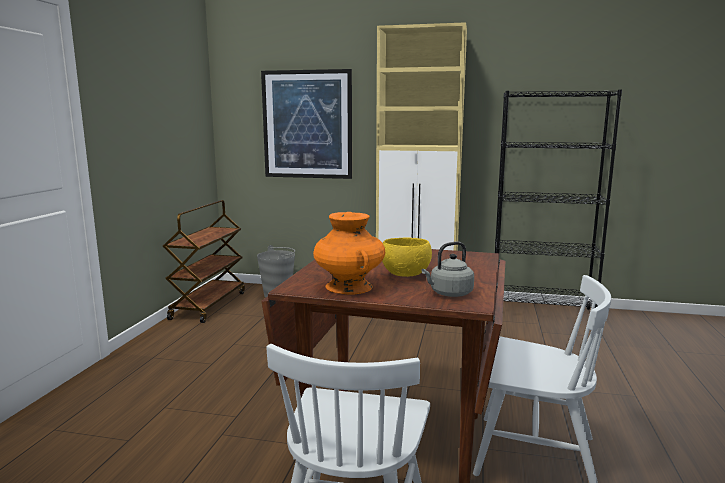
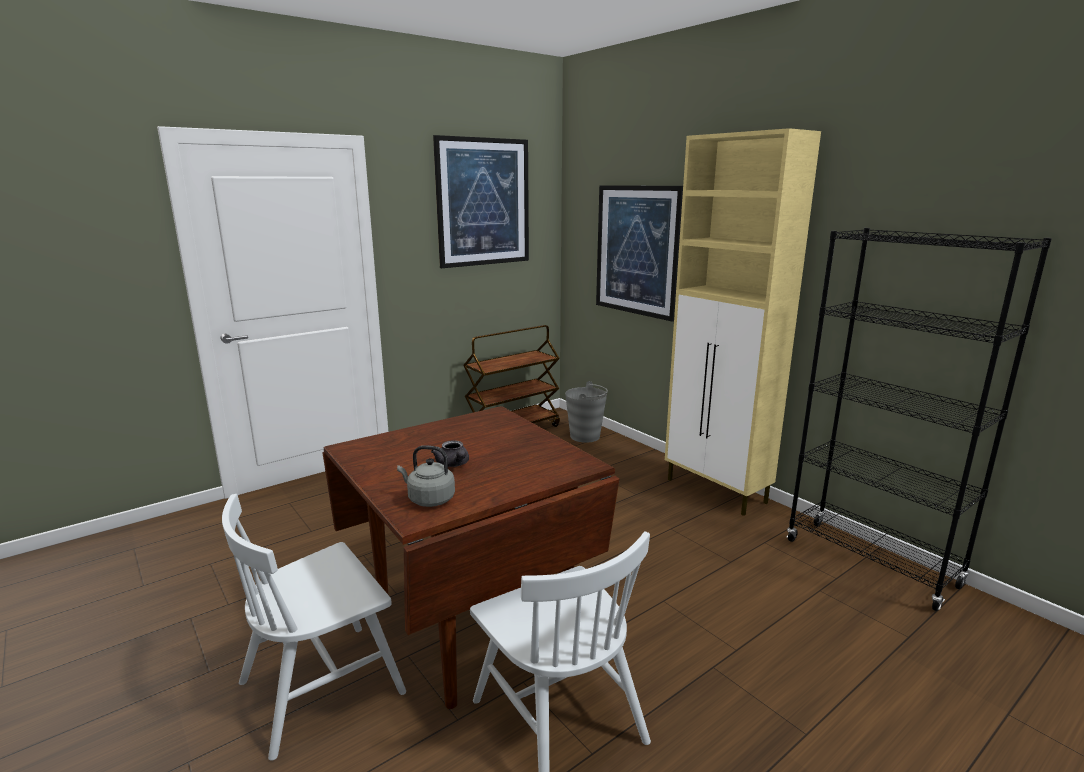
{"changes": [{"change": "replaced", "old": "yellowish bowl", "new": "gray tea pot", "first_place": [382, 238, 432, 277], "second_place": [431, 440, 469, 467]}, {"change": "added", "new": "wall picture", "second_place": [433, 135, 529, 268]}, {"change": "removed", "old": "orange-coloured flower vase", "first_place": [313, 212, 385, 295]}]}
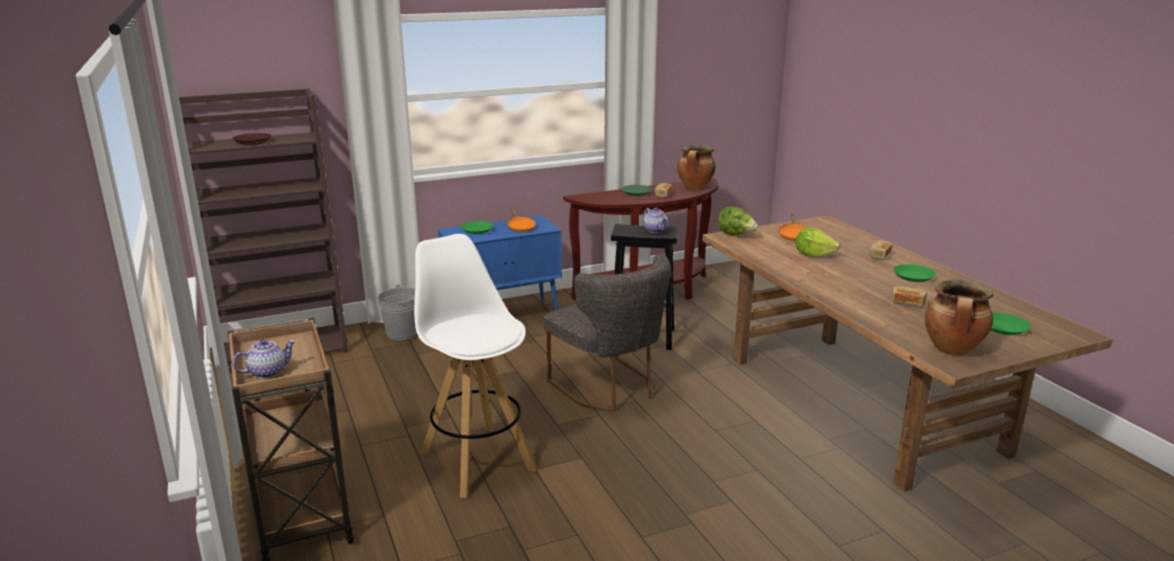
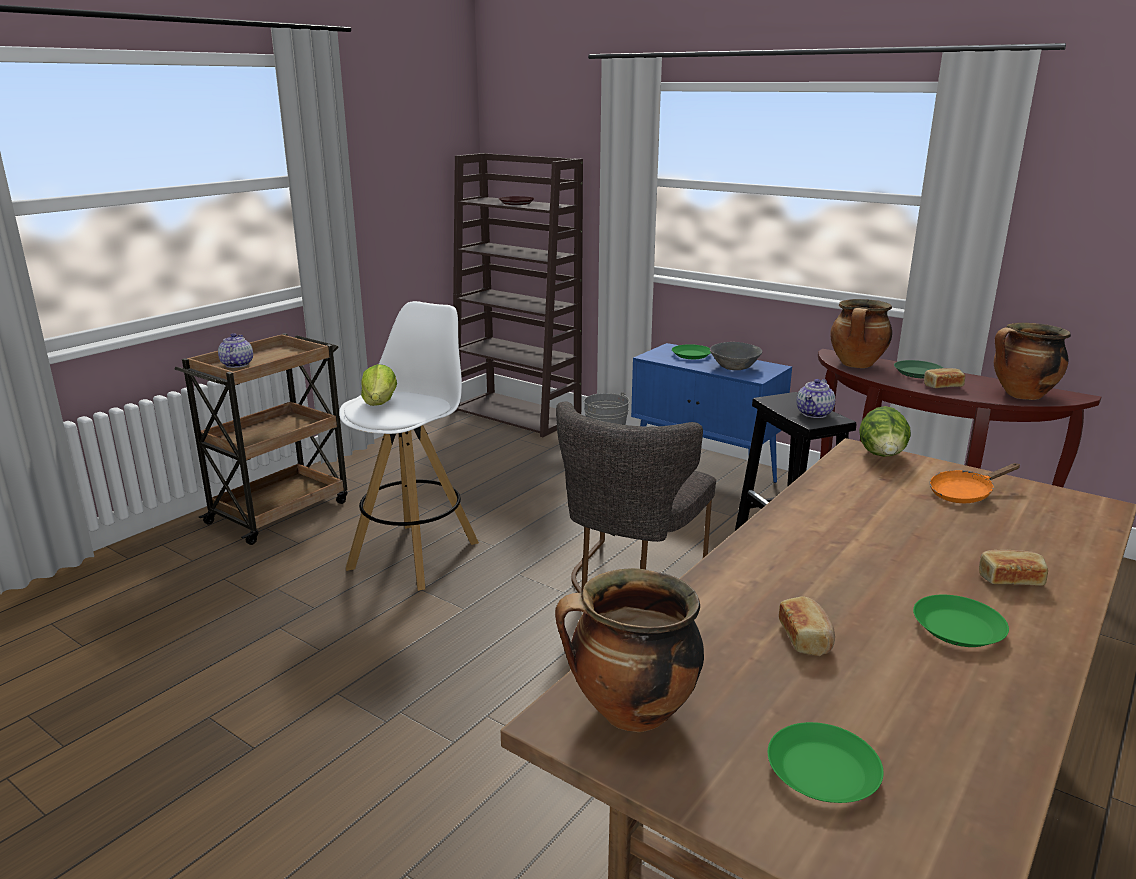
{"changes": [{"change": "turned", "old": "tea pot", "first_place": [232, 339, 296, 379], "second_place": [218, 333, 253, 368], "degrees": -120}, {"change": "moved", "old": "lettuce head", "first_place": [795, 228, 840, 258], "second_place": [361, 364, 397, 406]}, {"change": "replaced", "old": "orange-coloured skillet", "new": "gray bowl", "first_place": [507, 208, 536, 232], "second_place": [710, 342, 762, 370]}, {"change": "added", "new": "cooking pot", "second_place": [830, 299, 892, 368]}]}
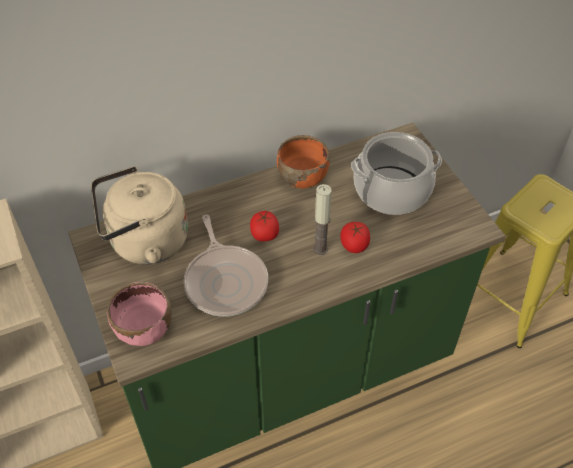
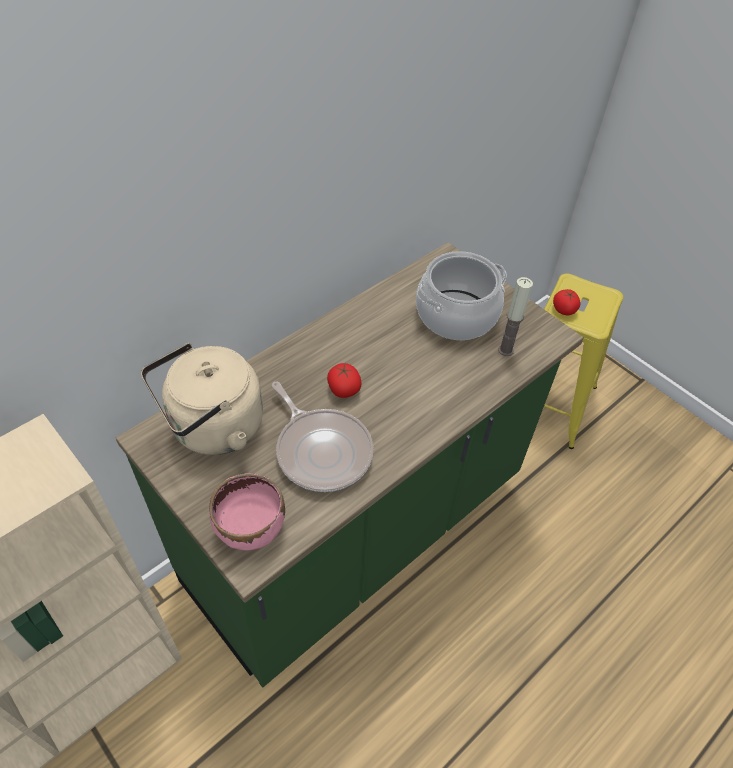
{"changes": [{"change": "moved", "old": "wax candle", "first_place": [313, 184, 332, 255], "second_place": [498, 277, 533, 356]}, {"change": "moved", "old": "tomato", "first_place": [340, 222, 370, 253], "second_place": [553, 289, 580, 315]}, {"change": "removed", "old": "orange-coloured bowl", "first_place": [277, 135, 330, 189]}]}
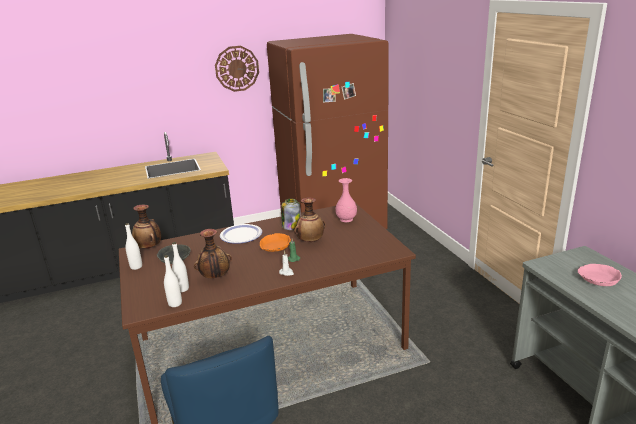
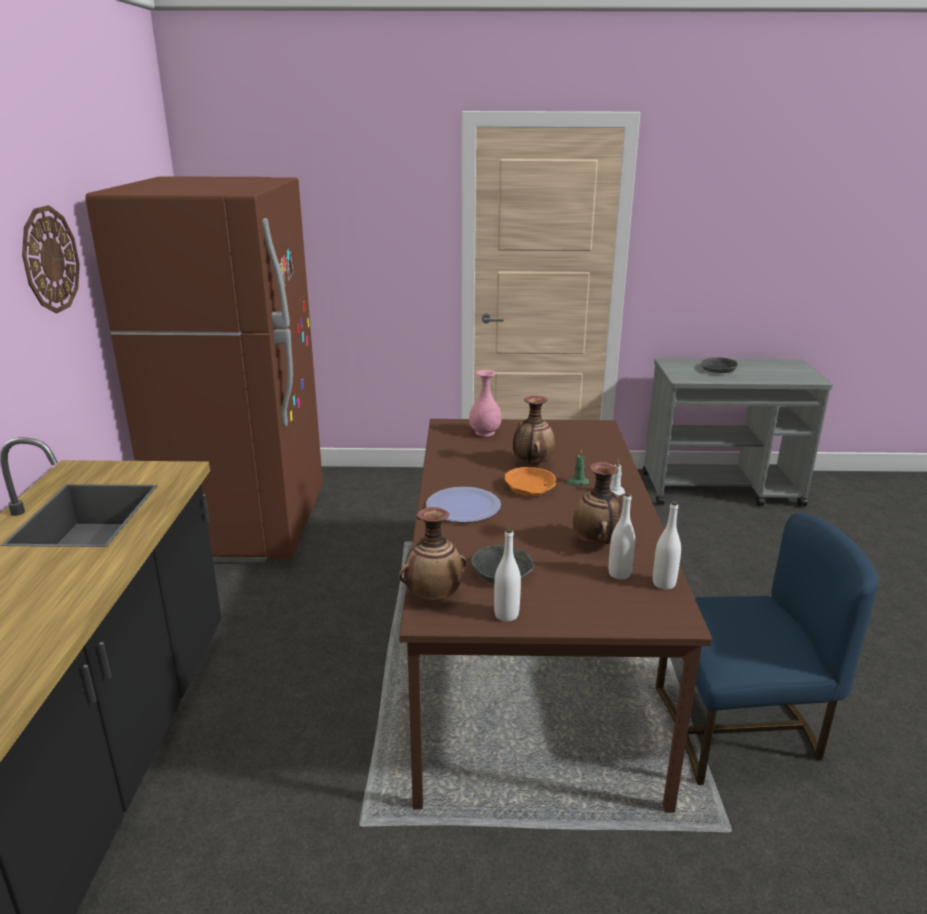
{"changes": [{"change": "recoloured", "old": "pink bowl", "new": "gray bowl", "first_place": [578, 264, 622, 286], "second_place": [701, 357, 738, 373]}, {"change": "removed", "old": "storage jar", "first_place": [281, 198, 301, 230]}]}
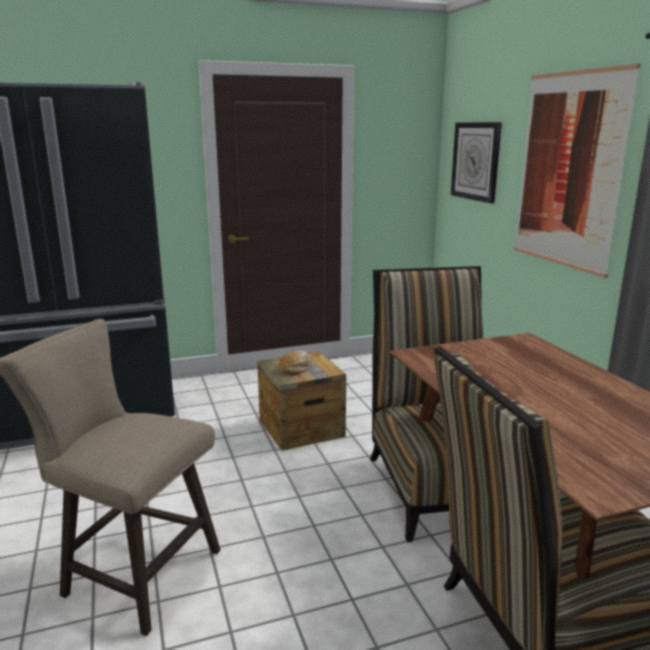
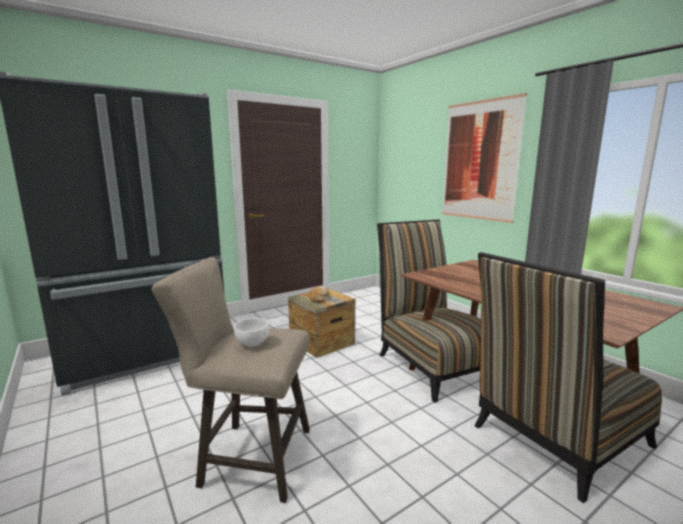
{"changes": [{"change": "added", "new": "white bowl", "second_place": [234, 318, 269, 347]}, {"change": "removed", "old": "clock on the wall", "first_place": [451, 122, 502, 204]}]}
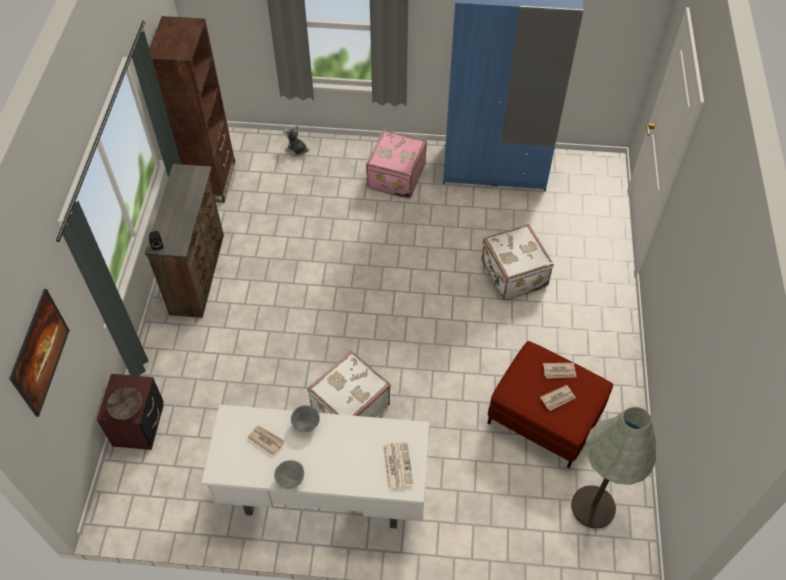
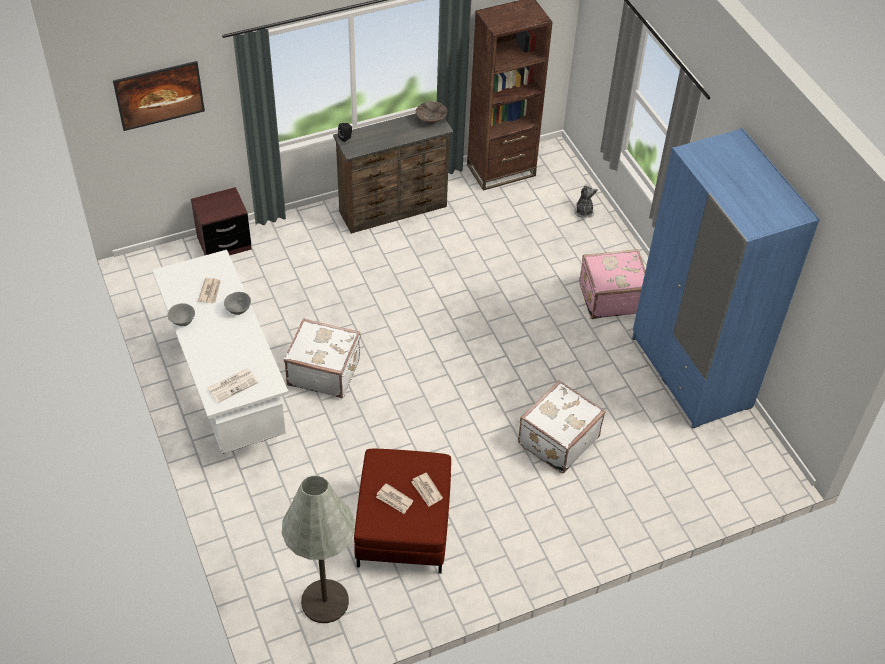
{"changes": [{"change": "moved", "old": "brown bowl", "first_place": [107, 388, 142, 420], "second_place": [416, 101, 448, 124]}]}
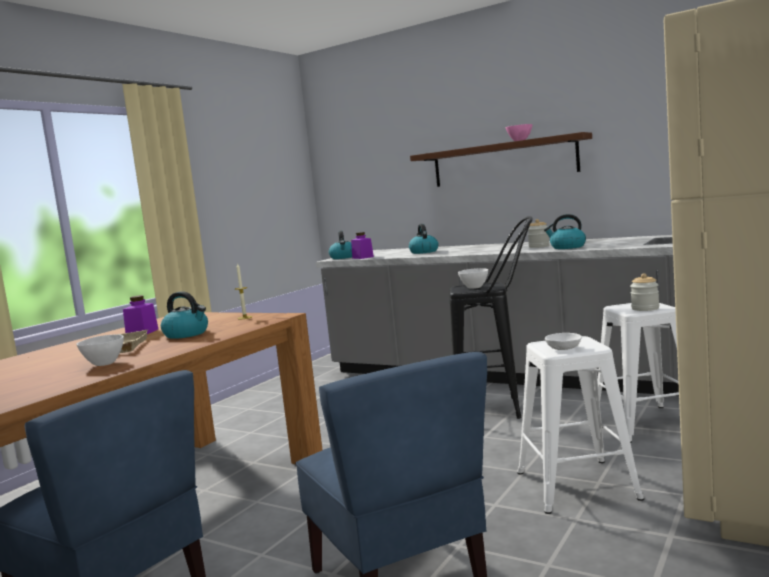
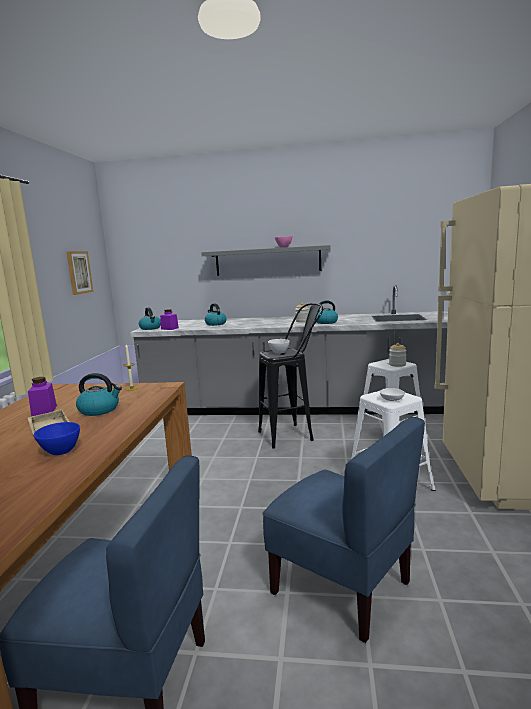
{"changes": [{"change": "recoloured", "old": "white bowl", "new": "bluish bowl", "first_place": [77, 334, 124, 366], "second_place": [33, 422, 80, 455]}, {"change": "added", "new": "wall picture", "second_place": [66, 251, 94, 295]}, {"change": "recoloured", "old": "brown shelf", "new": "gray shelf", "first_place": [410, 132, 592, 187], "second_place": [201, 245, 331, 276]}]}
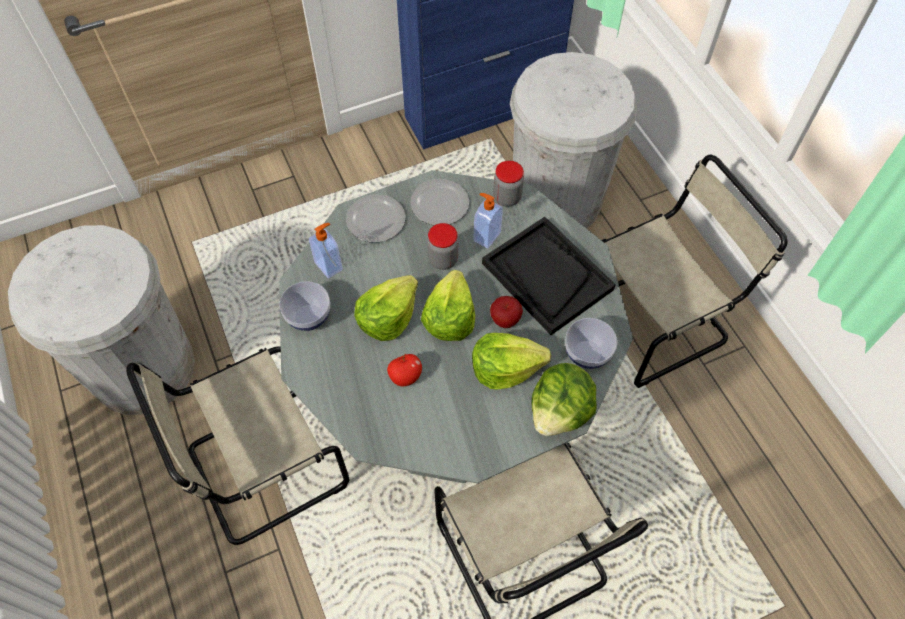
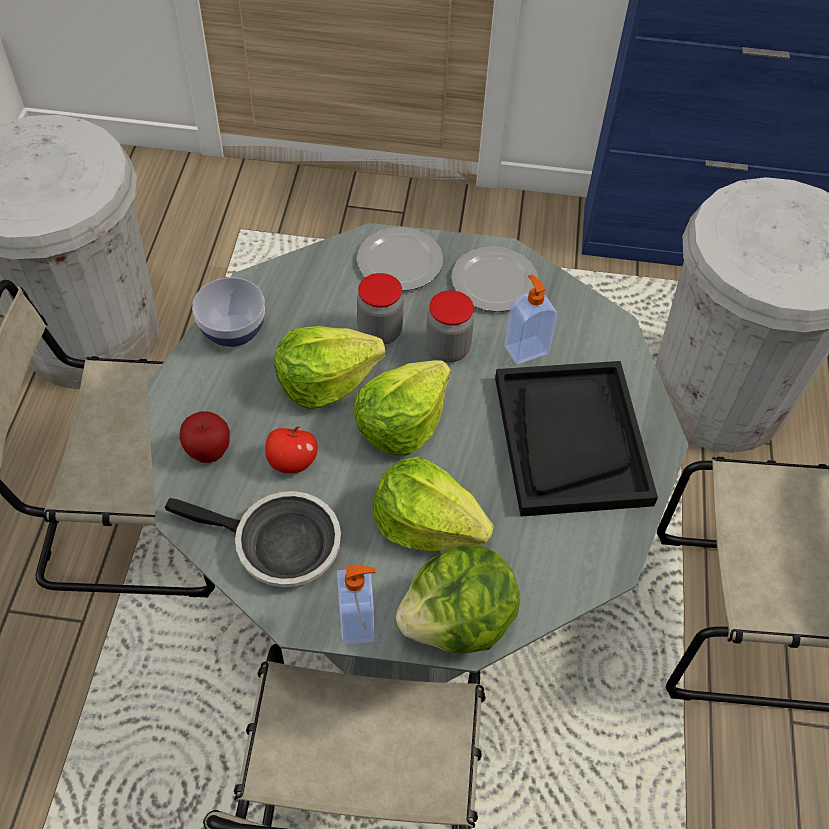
{"changes": [{"change": "added", "new": "skillet", "second_place": [165, 491, 341, 587]}, {"change": "moved", "old": "apple", "first_place": [490, 296, 523, 328], "second_place": [179, 411, 230, 463]}, {"change": "moved", "old": "liquid soap bottle", "first_place": [309, 223, 343, 279], "second_place": [337, 566, 376, 645]}, {"change": "moved", "old": "storage jar", "first_place": [493, 161, 524, 206], "second_place": [357, 273, 404, 345]}, {"change": "removed", "old": "bowl", "first_place": [565, 318, 617, 369]}]}
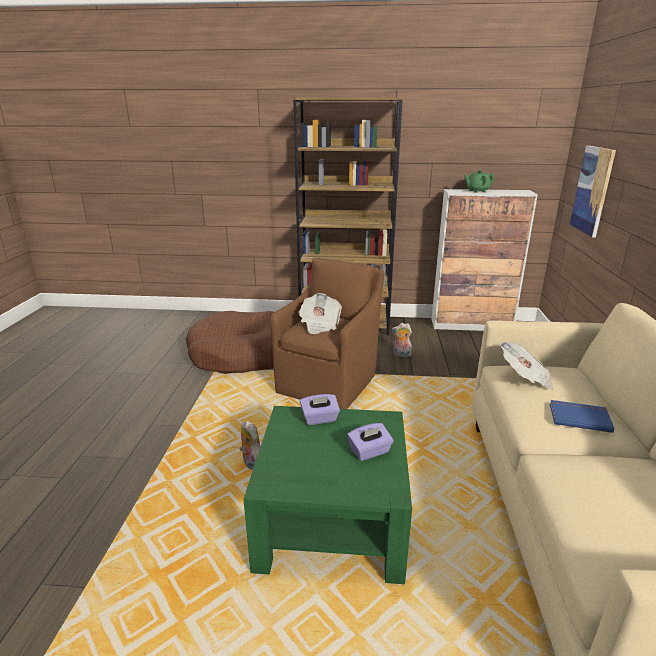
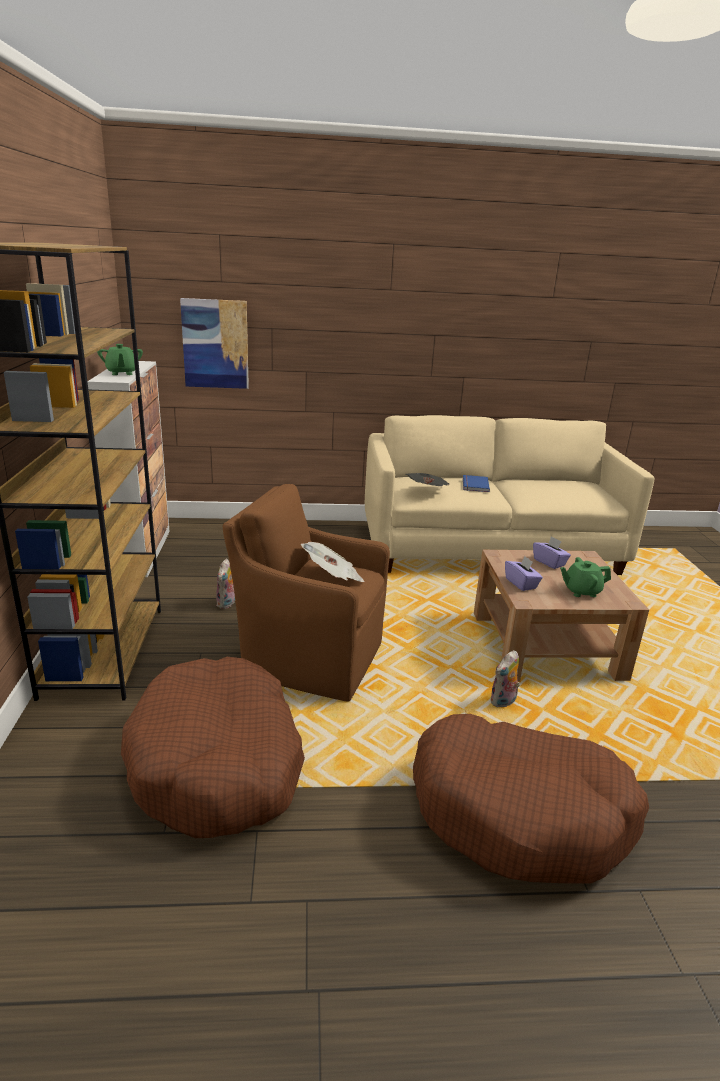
{"changes": [{"change": "added", "new": "brown dog cushion", "second_place": [413, 714, 649, 884]}, {"change": "recoloured", "old": "greenish coffee table", "new": "brown coffee table", "first_place": [244, 406, 412, 584], "second_place": [474, 550, 649, 681]}, {"change": "added", "new": "greenish tea pot", "second_place": [560, 557, 611, 597]}]}
